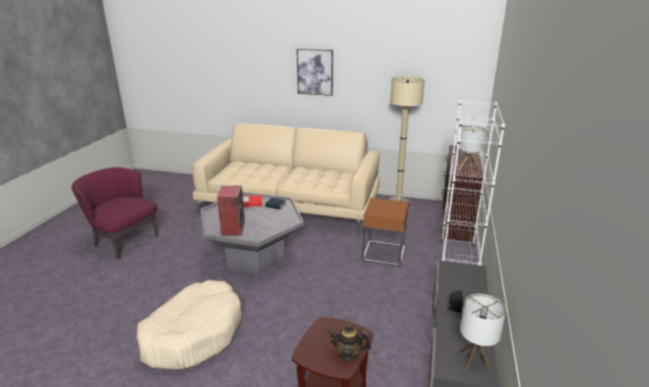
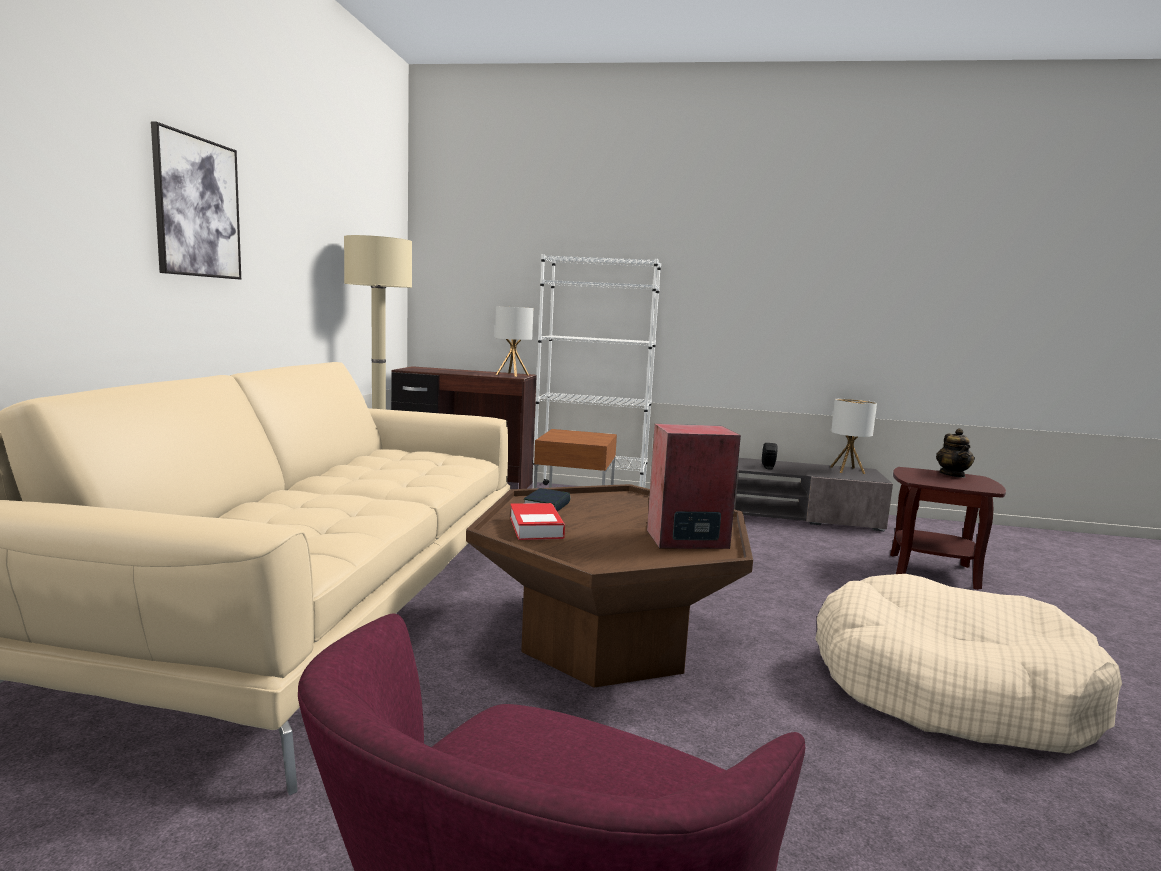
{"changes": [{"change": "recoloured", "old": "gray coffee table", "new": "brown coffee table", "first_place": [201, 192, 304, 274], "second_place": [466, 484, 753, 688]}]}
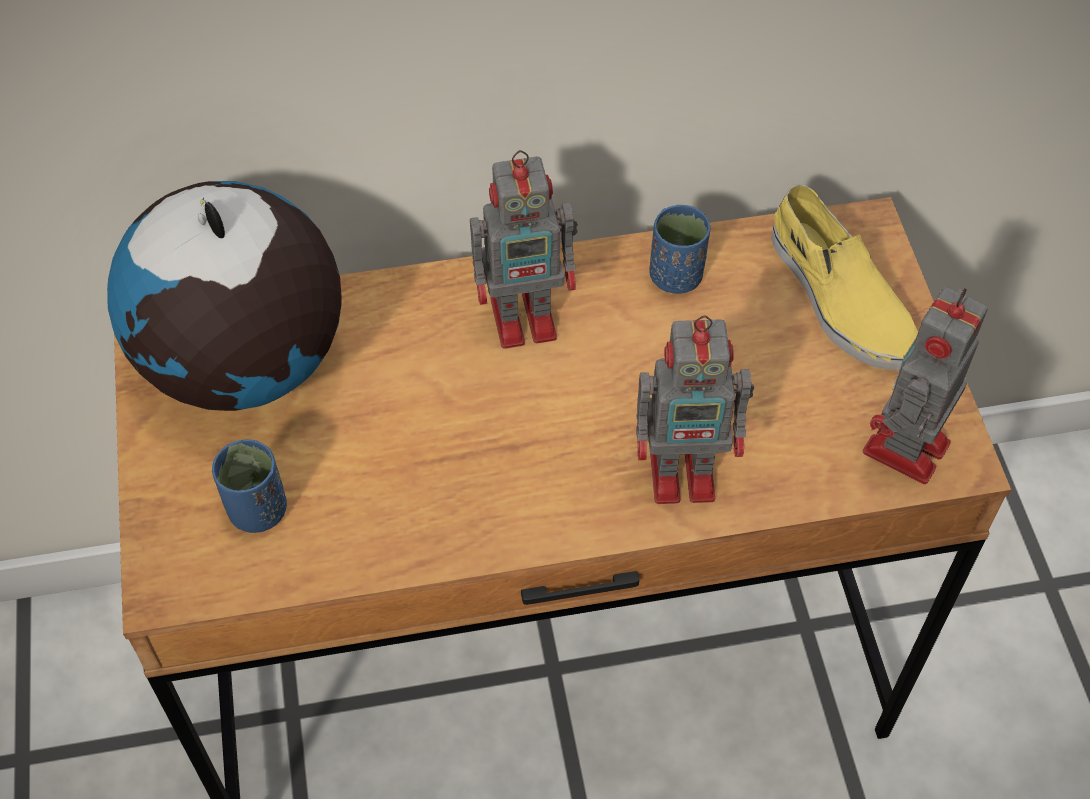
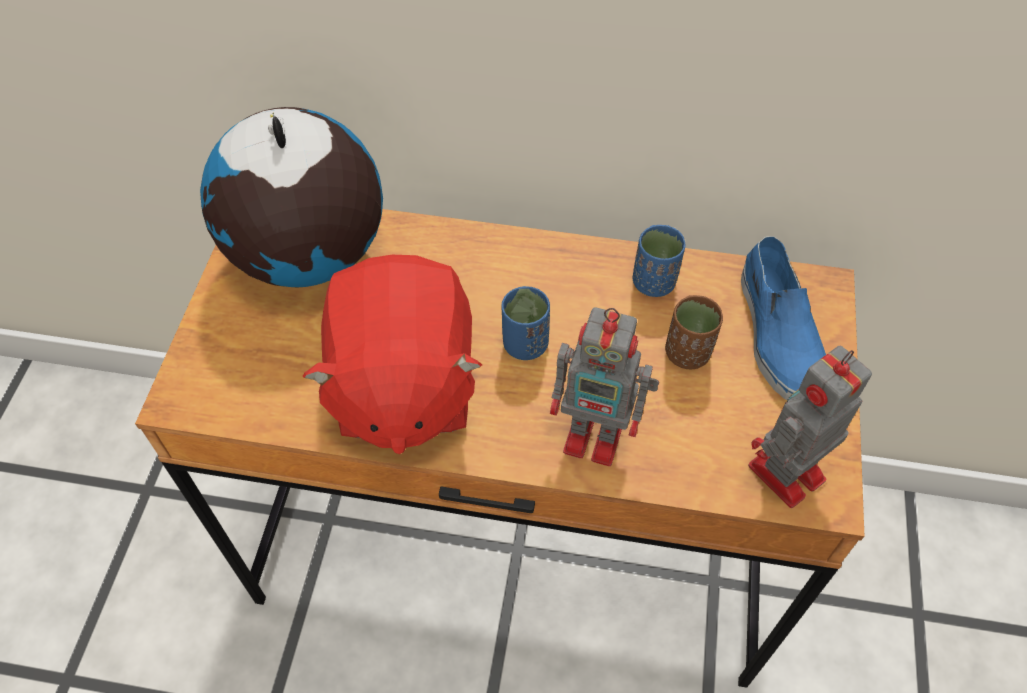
{"changes": [{"change": "added", "new": "red-coloured plush toy", "second_place": [302, 255, 482, 454]}, {"change": "moved", "old": "bluish drinking cup", "first_place": [212, 439, 287, 533], "second_place": [502, 286, 550, 360]}, {"change": "added", "new": "brown drinking cup", "second_place": [665, 295, 723, 369]}, {"change": "recoloured", "old": "yellowish shoe", "new": "bluish shoe", "first_place": [771, 184, 918, 370], "second_place": [741, 236, 826, 400]}, {"change": "removed", "old": "model robot", "first_place": [470, 150, 578, 349]}]}
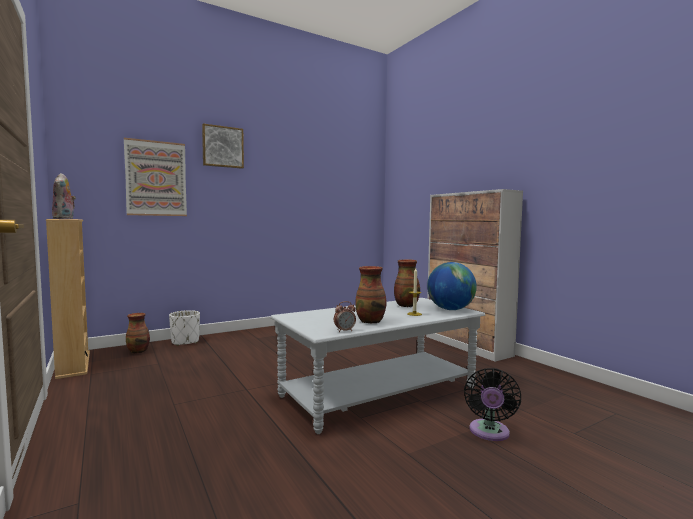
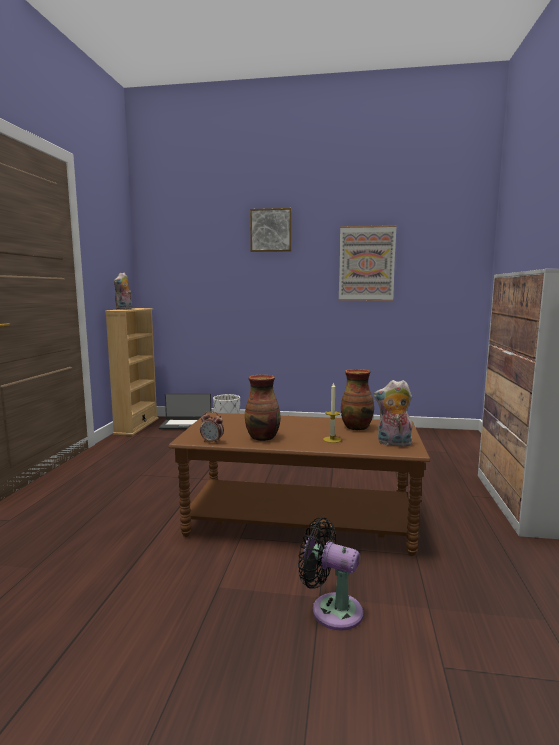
{"changes": [{"change": "replaced", "old": "flower vase", "new": "laptop", "first_place": [126, 313, 150, 353], "second_place": [159, 393, 212, 429]}, {"change": "recoloured", "old": "gray coffee table", "new": "brown coffee table", "first_place": [270, 298, 485, 434], "second_place": [168, 413, 430, 556]}, {"change": "turned", "old": "black fan", "first_place": [464, 368, 521, 441], "second_place": [298, 517, 363, 631], "degrees": 60}, {"change": "moved", "old": "wall picture", "first_place": [124, 138, 187, 216], "second_place": [339, 225, 396, 301]}, {"change": "replaced", "old": "desk globe", "new": "plush toy", "first_place": [427, 262, 477, 310], "second_place": [374, 380, 413, 447]}]}
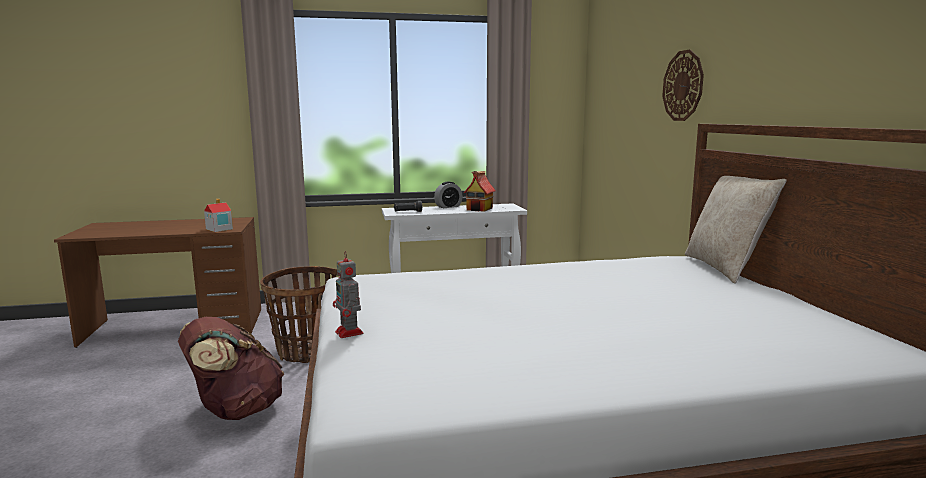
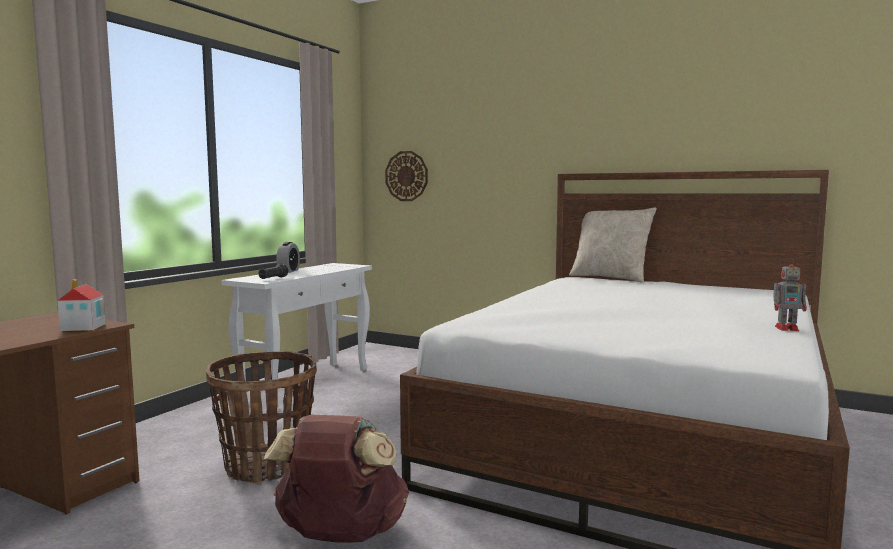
{"changes": [{"change": "moved", "old": "clock on the wall", "first_place": [662, 49, 704, 121], "second_place": [385, 151, 428, 201]}, {"change": "moved", "old": "model robot", "first_place": [333, 251, 364, 338], "second_place": [773, 258, 807, 331]}, {"change": "removed", "old": "miniature house", "first_place": [464, 171, 496, 212]}]}
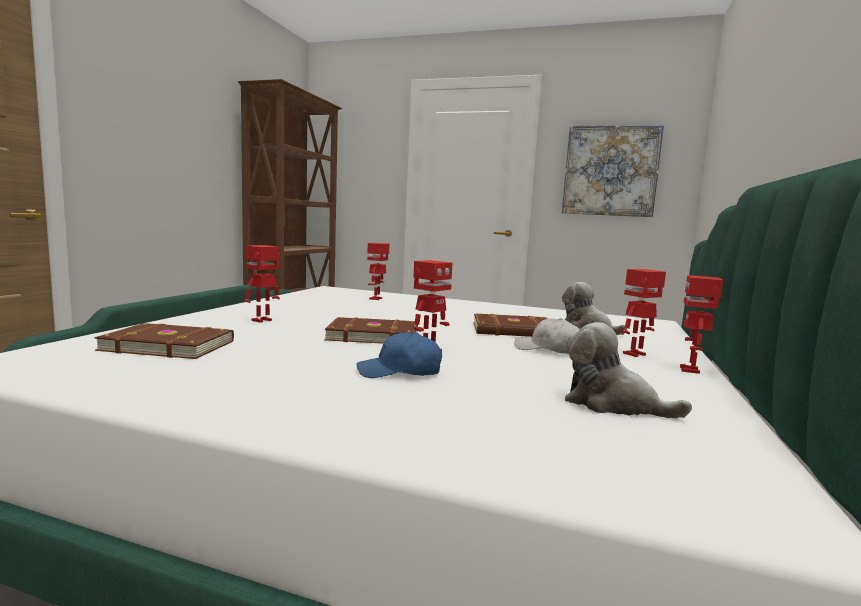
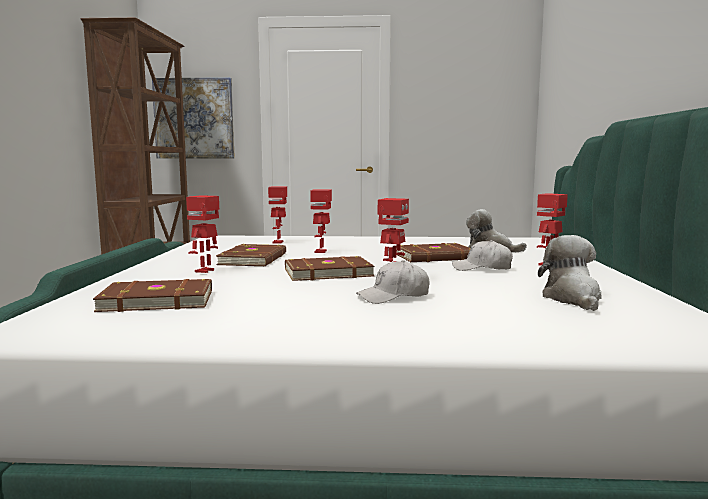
{"changes": [{"change": "moved", "old": "wall picture", "first_place": [562, 125, 664, 217], "second_place": [152, 77, 235, 159]}, {"change": "added", "new": "brown volume", "second_place": [216, 244, 286, 266]}, {"change": "moved", "old": "model robot", "first_place": [680, 275, 724, 374], "second_place": [310, 189, 332, 253]}, {"change": "recoloured", "old": "bluish cap", "new": "white cap", "first_place": [357, 331, 442, 378], "second_place": [356, 260, 430, 304]}, {"change": "turned", "old": "plush toy", "first_place": [565, 322, 692, 419], "second_place": [538, 235, 602, 311], "degrees": 75}]}
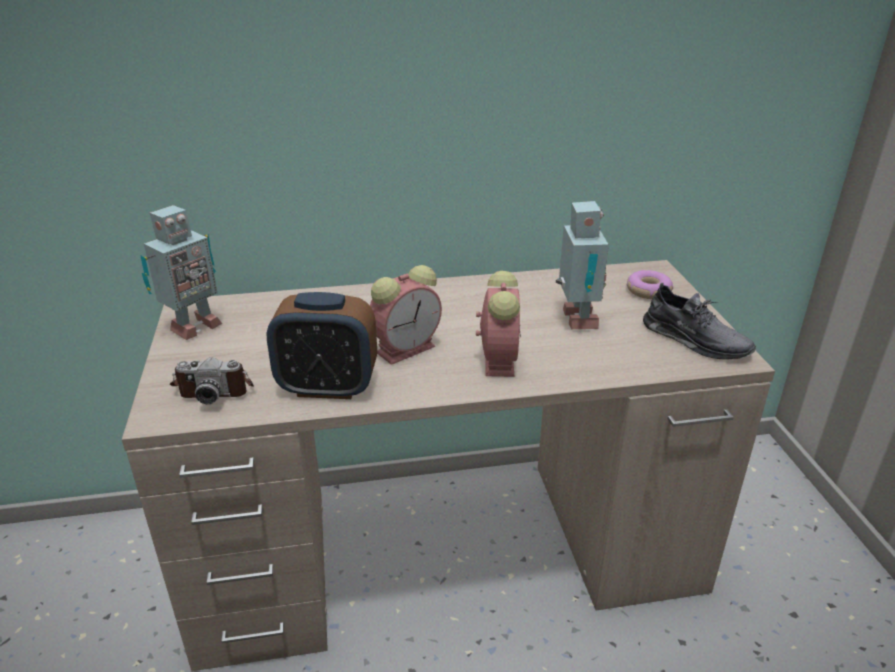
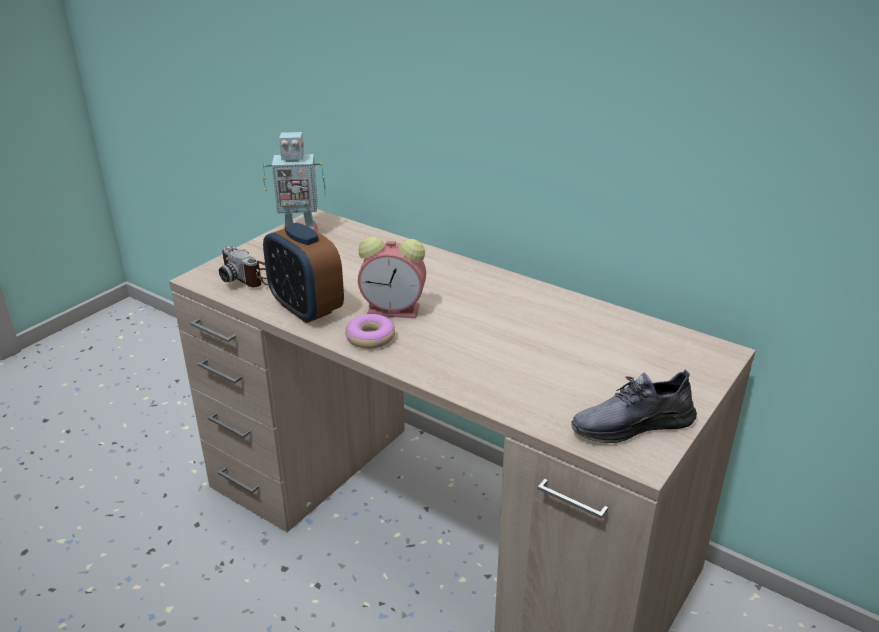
{"changes": [{"change": "moved", "old": "ring doughnut", "first_place": [627, 270, 673, 299], "second_place": [345, 314, 395, 349]}, {"change": "turned", "old": "gray shoe", "first_place": [643, 283, 756, 360], "second_place": [571, 370, 697, 443], "degrees": 75}, {"change": "removed", "old": "table clock", "first_place": [476, 271, 521, 377]}, {"change": "removed", "old": "model robot", "first_place": [556, 201, 609, 329]}]}
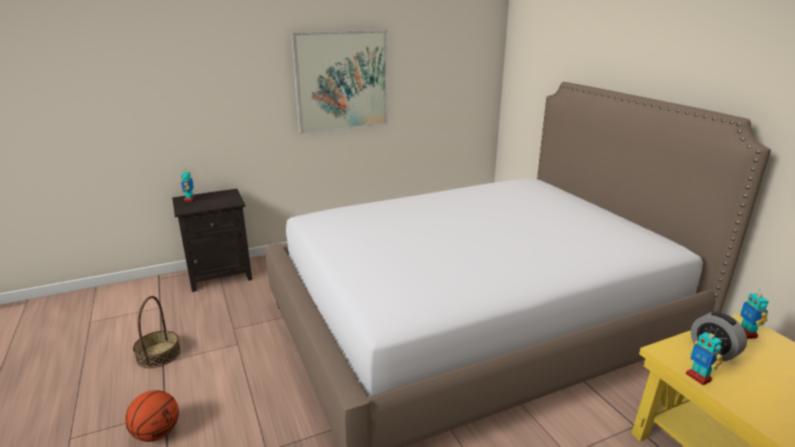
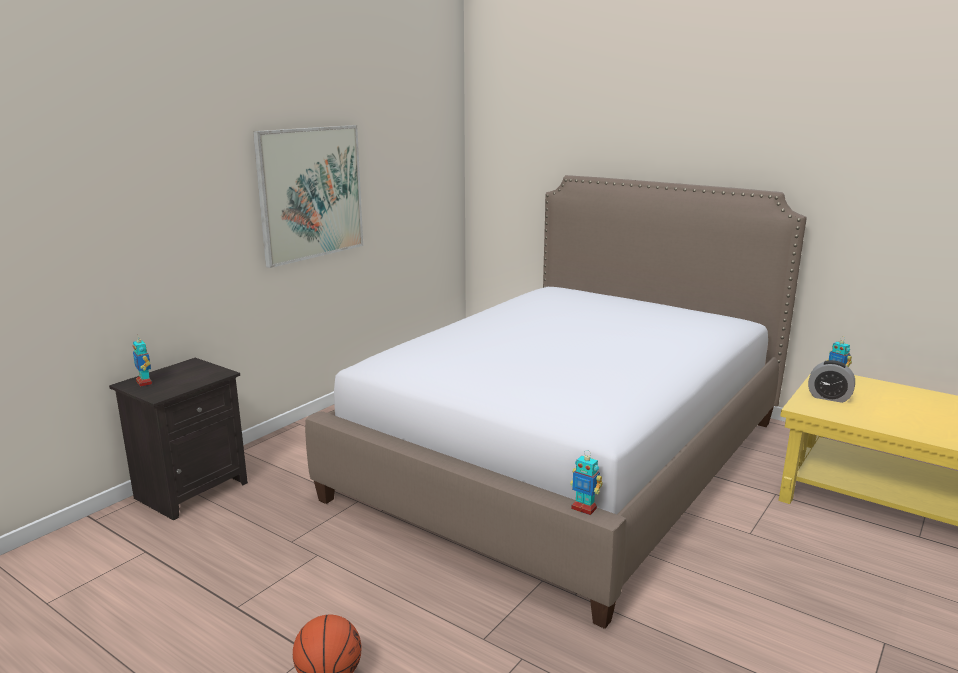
{"changes": [{"change": "moved", "old": "model robot", "first_place": [686, 329, 723, 385], "second_place": [570, 450, 603, 515]}, {"change": "removed", "old": "household basket", "first_place": [133, 296, 181, 368]}]}
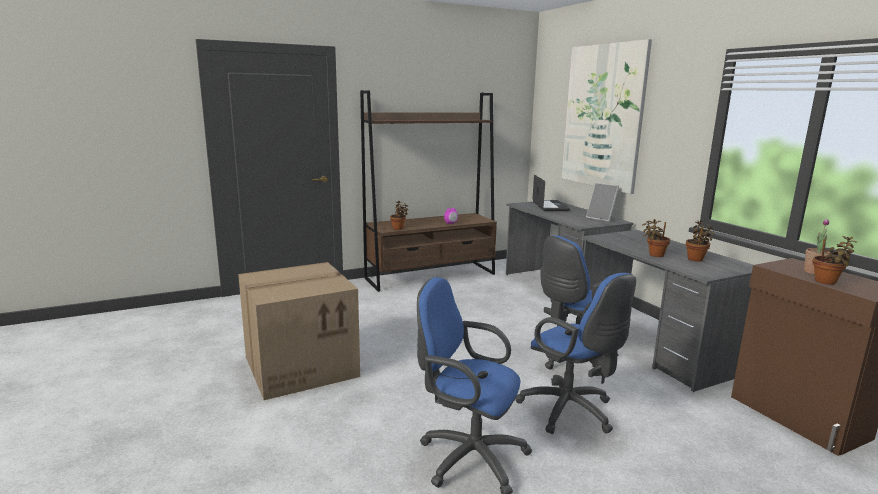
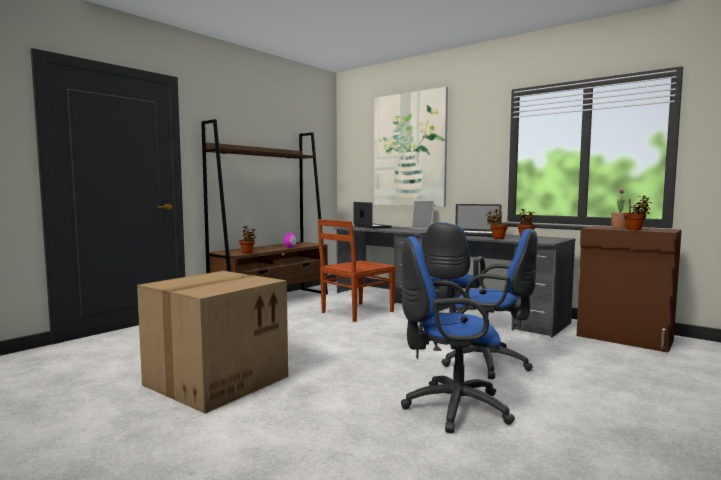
{"changes": [{"change": "added", "new": "brown plain chair", "second_place": [318, 219, 396, 322]}, {"change": "added", "new": "laptop", "second_place": [455, 204, 501, 237]}]}
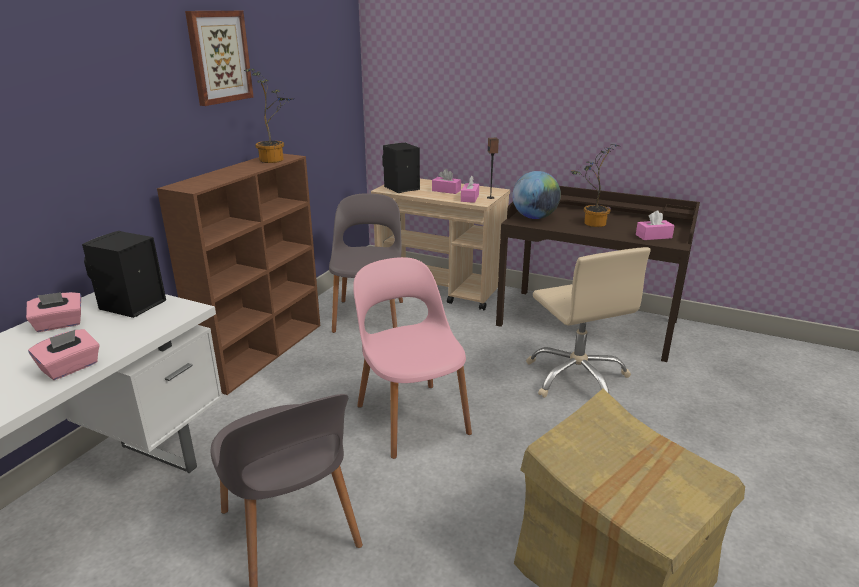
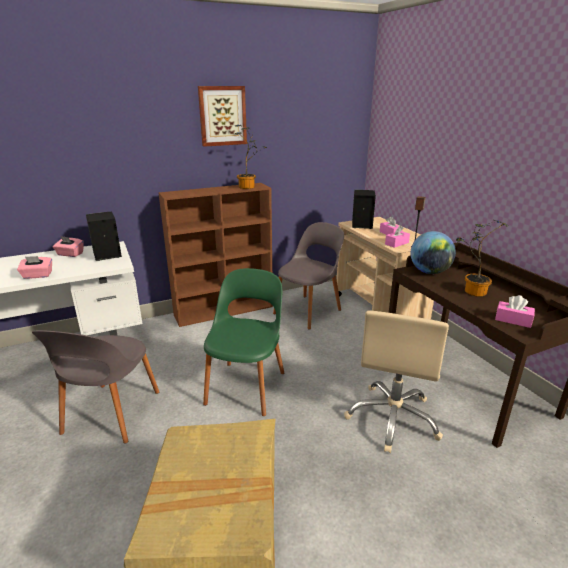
{"changes": [{"change": "recoloured", "old": "pink plain chair", "new": "greenish plain chair", "first_place": [353, 257, 472, 459], "second_place": [203, 268, 284, 416]}]}
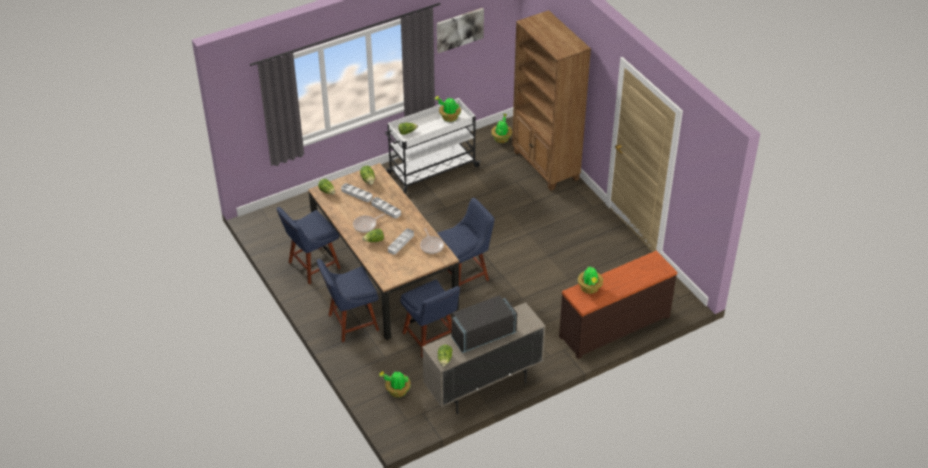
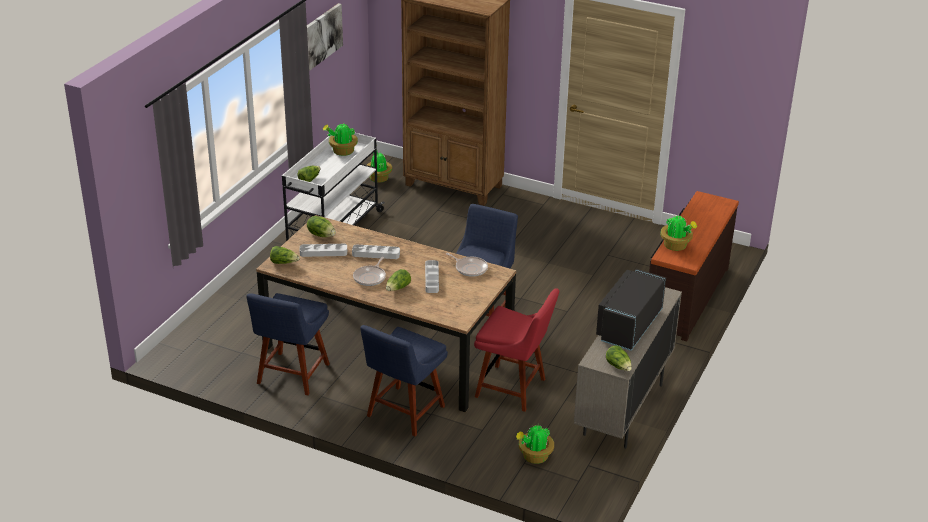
{"changes": [{"change": "recoloured", "old": "bluish plain chair", "new": "red-coloured plain chair", "first_place": [400, 280, 460, 358], "second_place": [474, 288, 559, 412]}]}
